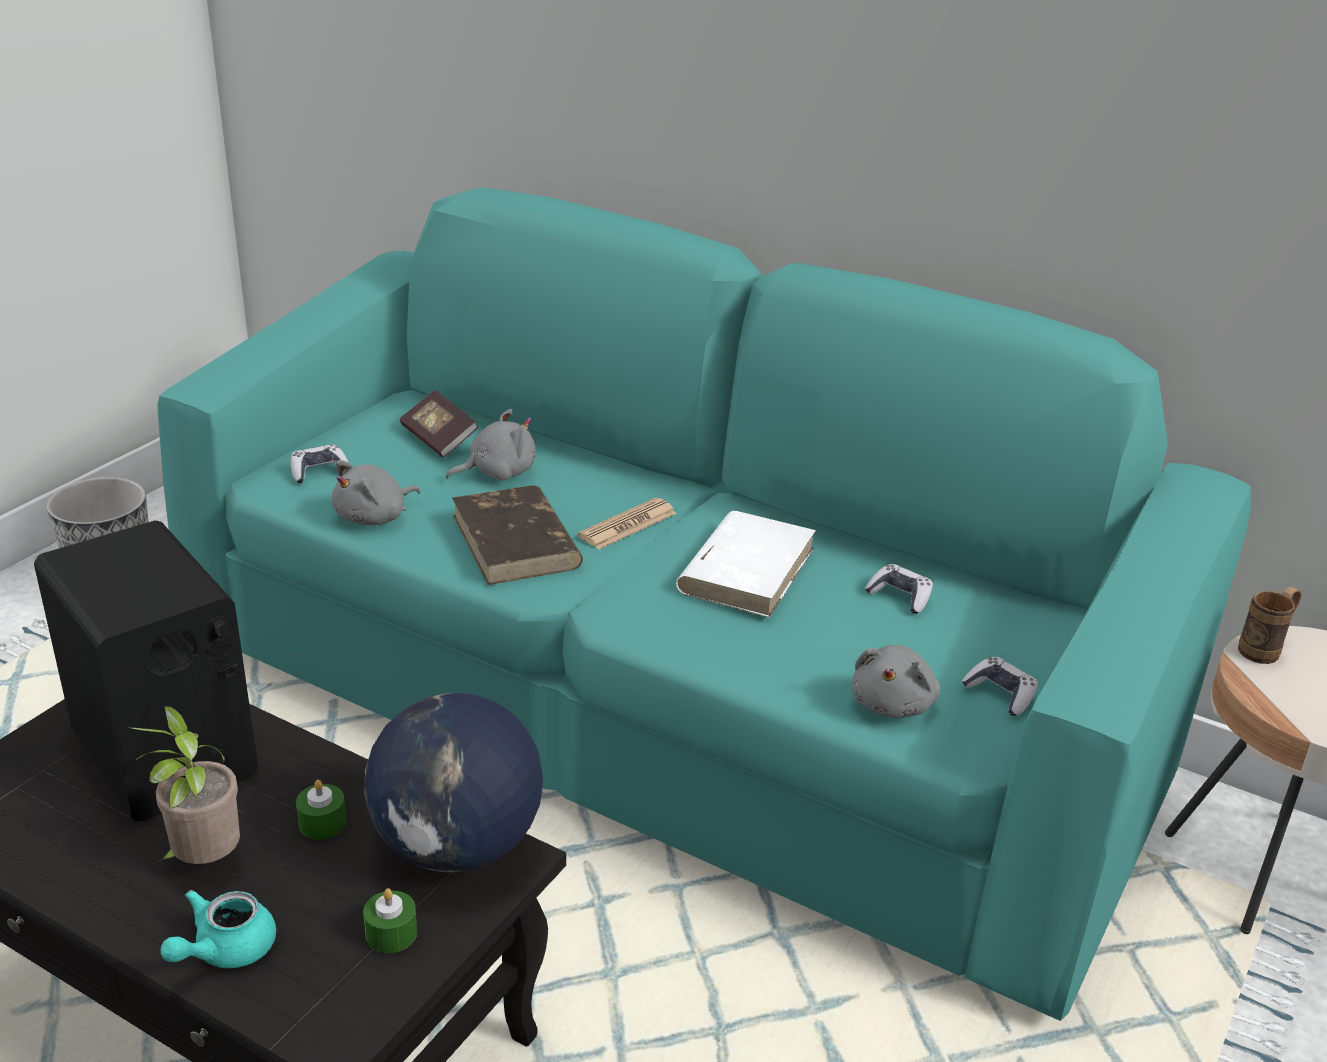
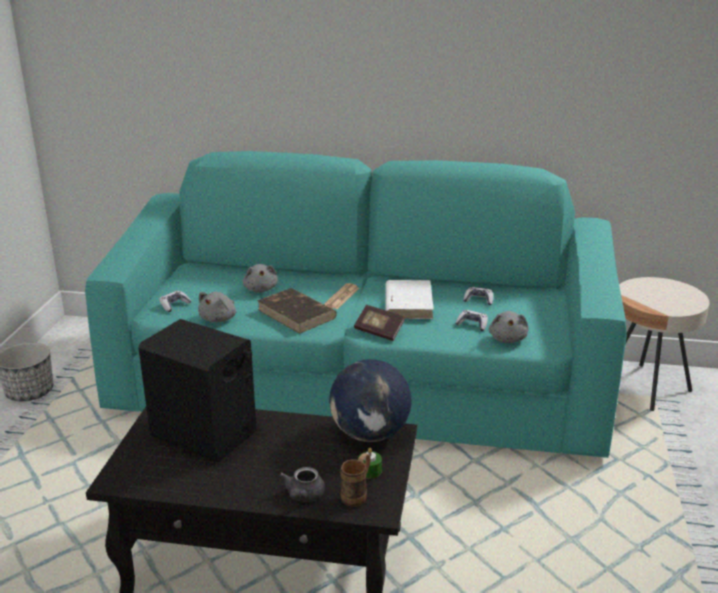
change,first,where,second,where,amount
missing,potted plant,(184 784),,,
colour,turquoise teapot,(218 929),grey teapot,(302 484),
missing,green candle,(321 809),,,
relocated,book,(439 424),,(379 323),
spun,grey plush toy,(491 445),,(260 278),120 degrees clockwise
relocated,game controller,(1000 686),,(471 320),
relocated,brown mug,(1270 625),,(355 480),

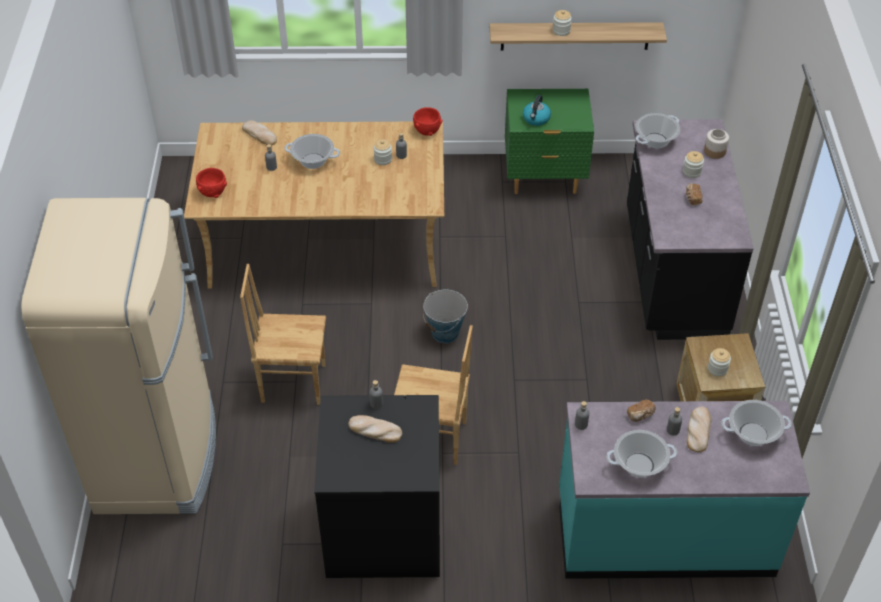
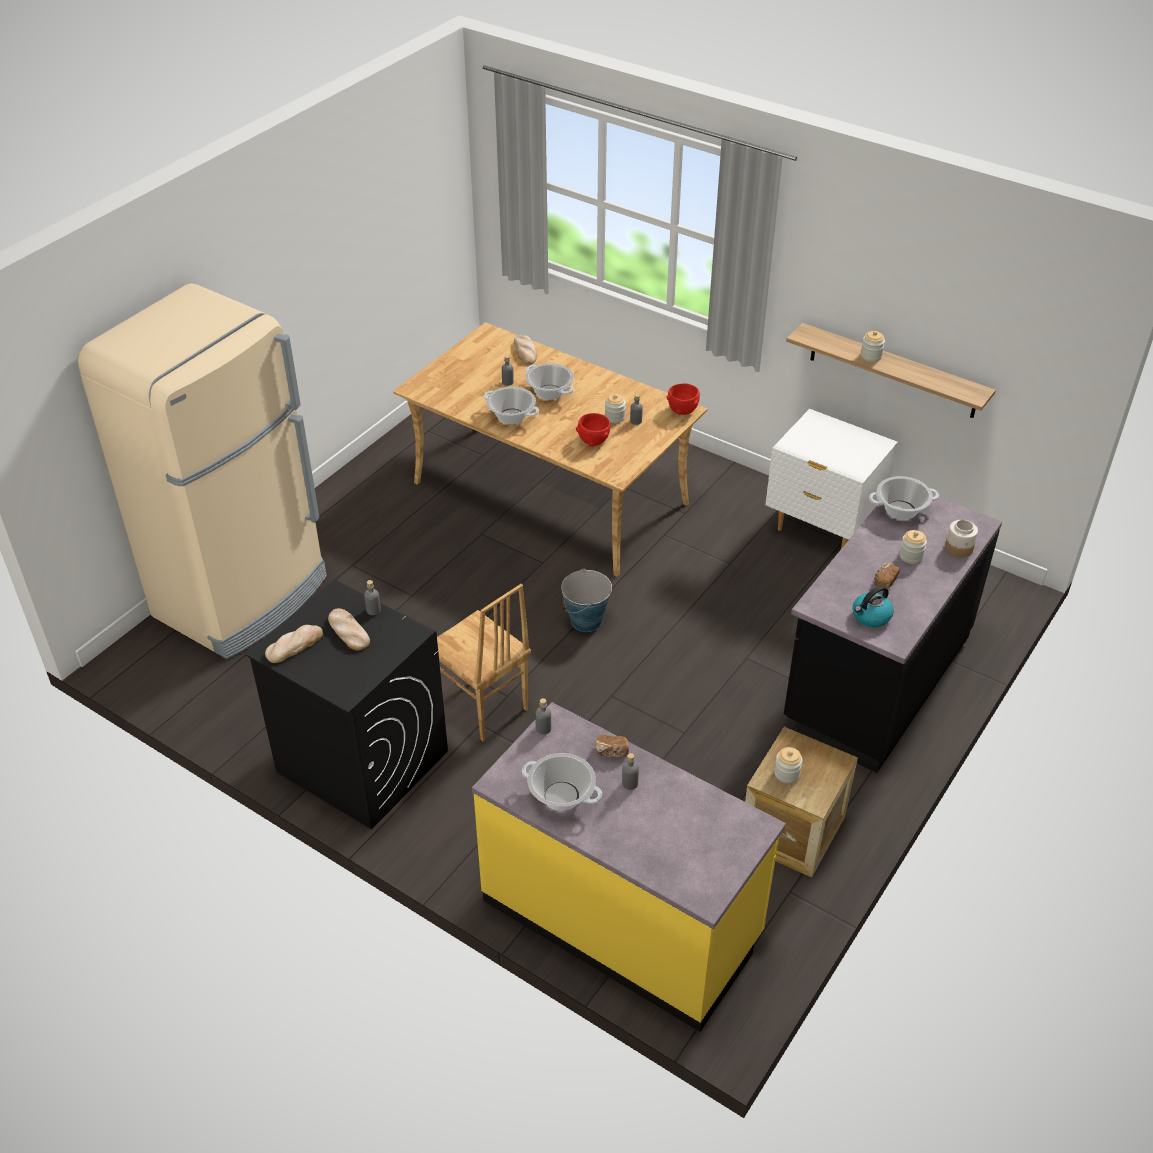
change,first,where,second,where,amount
relocated,red bowl,(211 183),,(593 430),
missing,brown chair,(283 334),,,
colour,green nightstand,(549 141),white nightstand,(832 479),
relocated,kettle,(537 110),,(873 606),
colour,turquoise counter,(684 490),yellow counter,(629 867),
relocated,bread,(699 429),,(294 644),
relocated,cooking pot,(756 423),,(511 405),

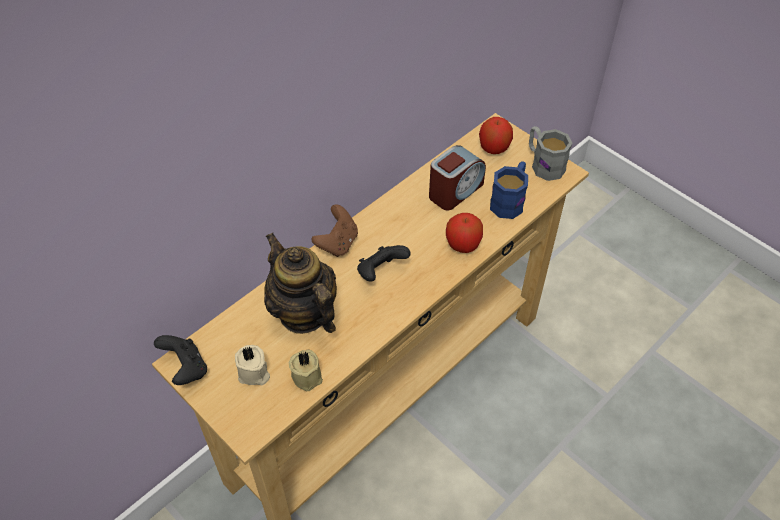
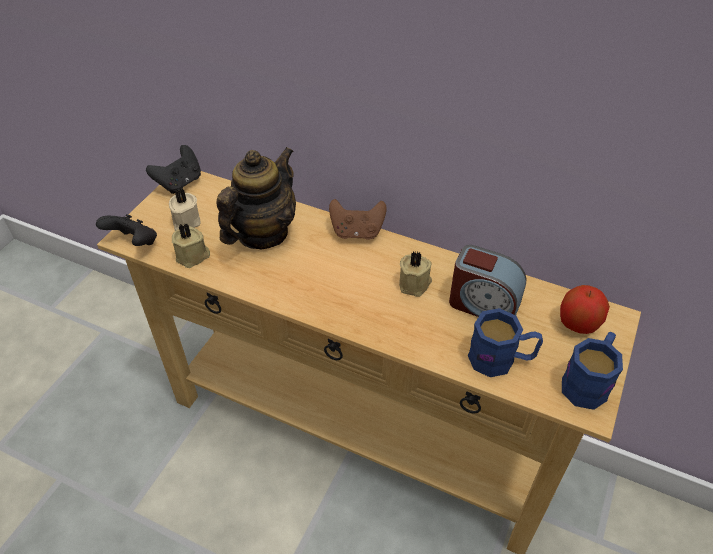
change,first,where,second,where,amount
relocated,black game controller,(384 263),,(126 230),
missing,apple,(464 233),,,
colour,grey mug,(551 153),blue mug,(592 371),
appeared,,,beige candle,(415 274),

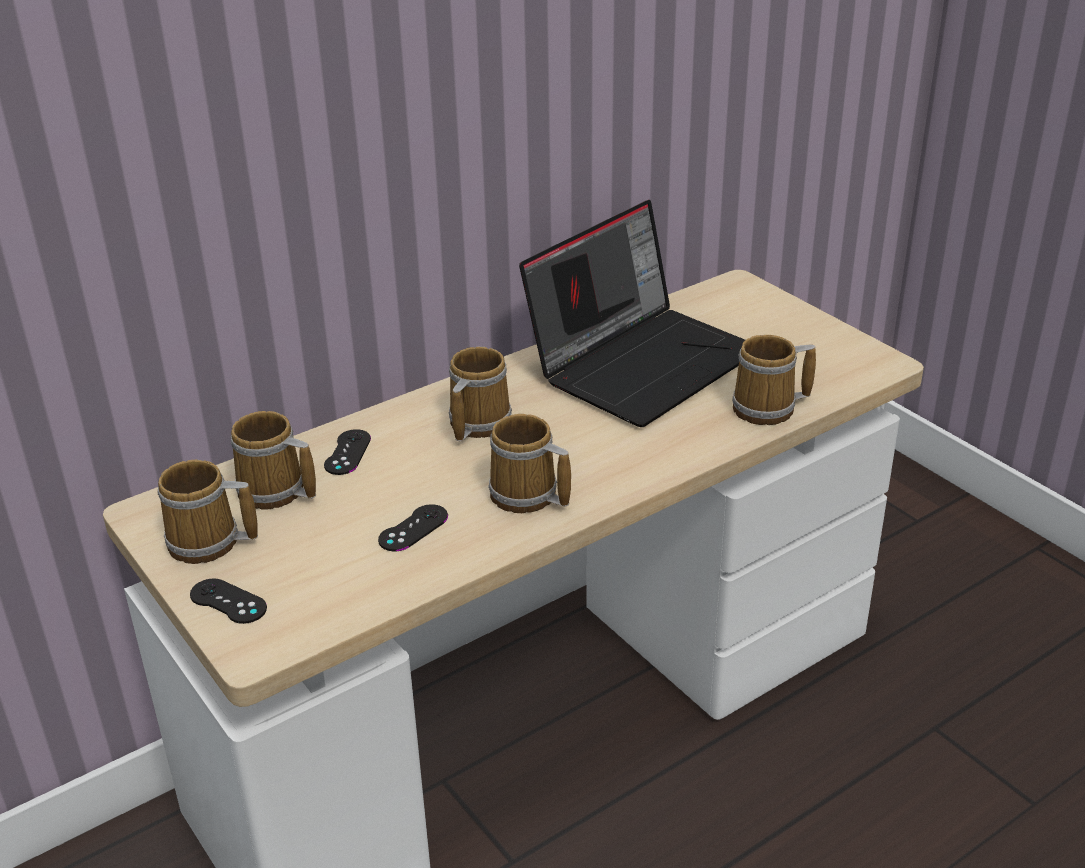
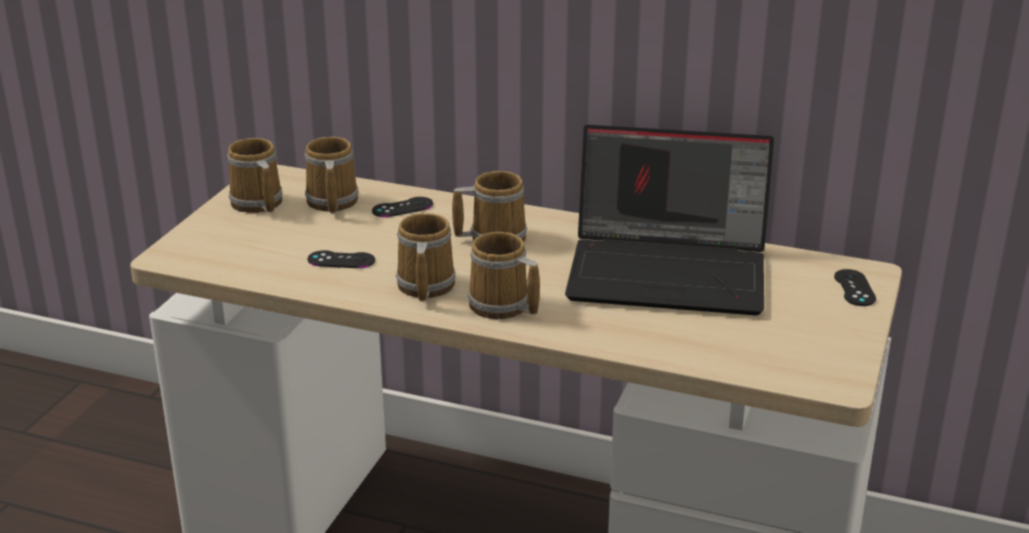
change,first,where,second,where,amount
relocated,black game controller,(228 601),,(855 287),
relocated,mug,(774 380),,(504 275),

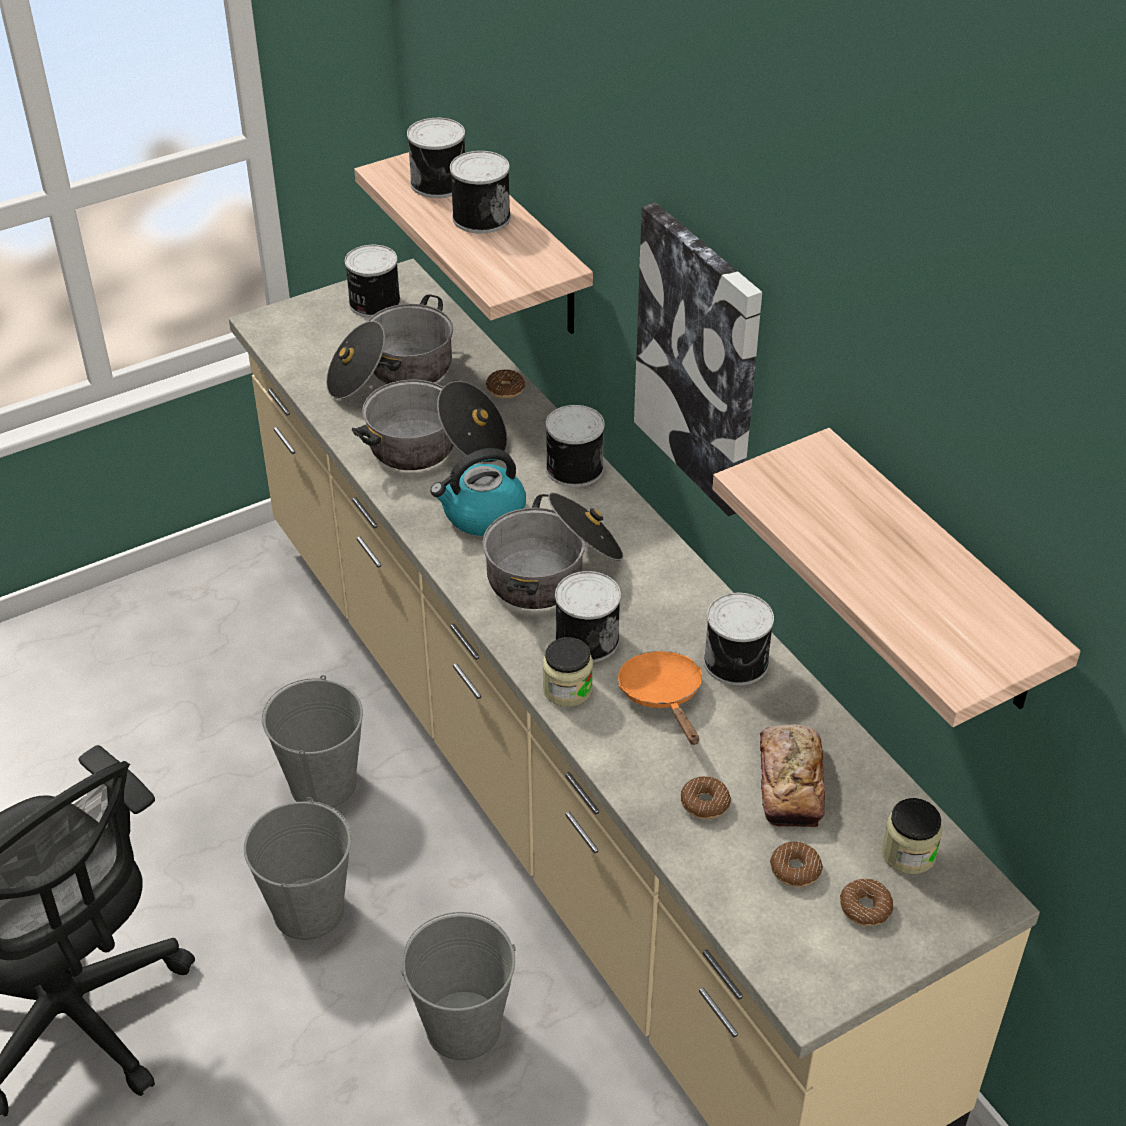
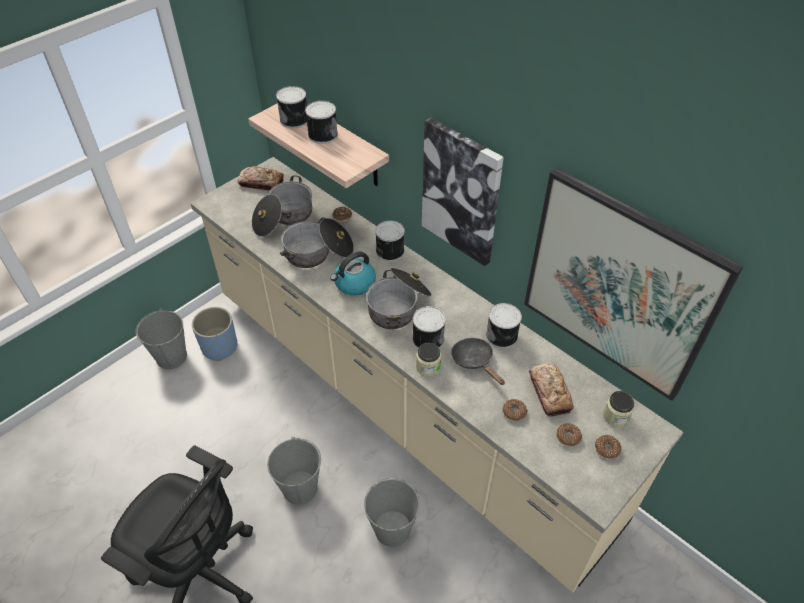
change,first,where,second,where,amount
relocated,grey bucket,(312 741),,(161 339),
exchanged,can,(373 281),bread,(260 178),
colour,orange frying pan,(660 698),black frying pan,(478 361),
exchanged,shelf,(896 577),picture,(634 284),
appeared,,,blue planter,(214 334),

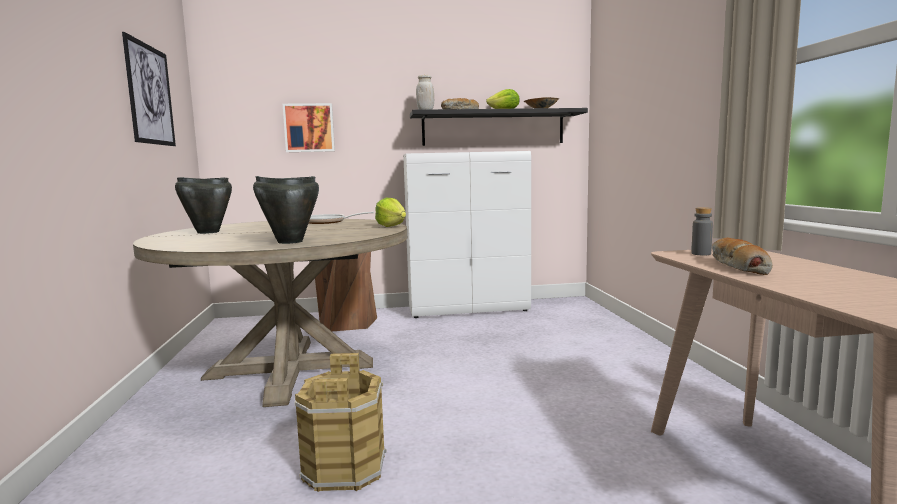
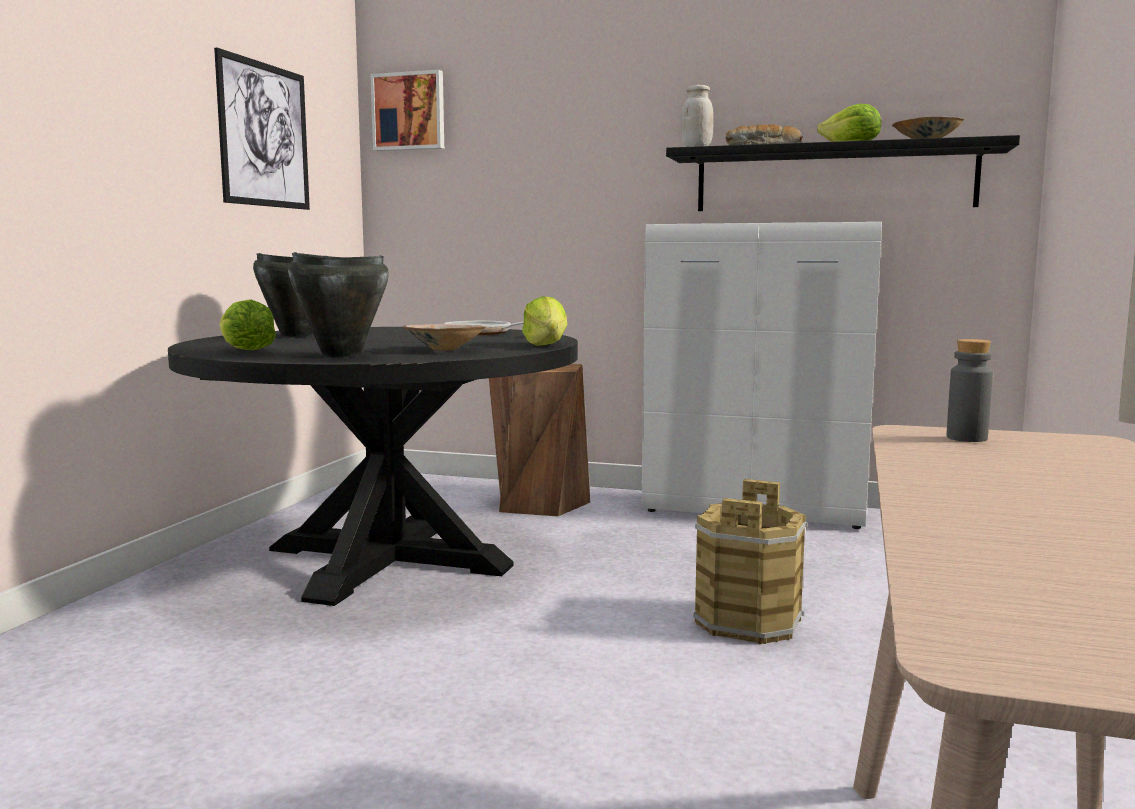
change,first,where,second,where,amount
colour,beige dining table,(270 313),black dining table,(373 466),
relocated,picture,(309 127),,(407 110),
relocated,brown bucket,(340 422),,(750 561),
missing,bread,(742 256),,,
appeared,,,lettuce,(248 325),
appeared,,,beige bowl,(444 337),

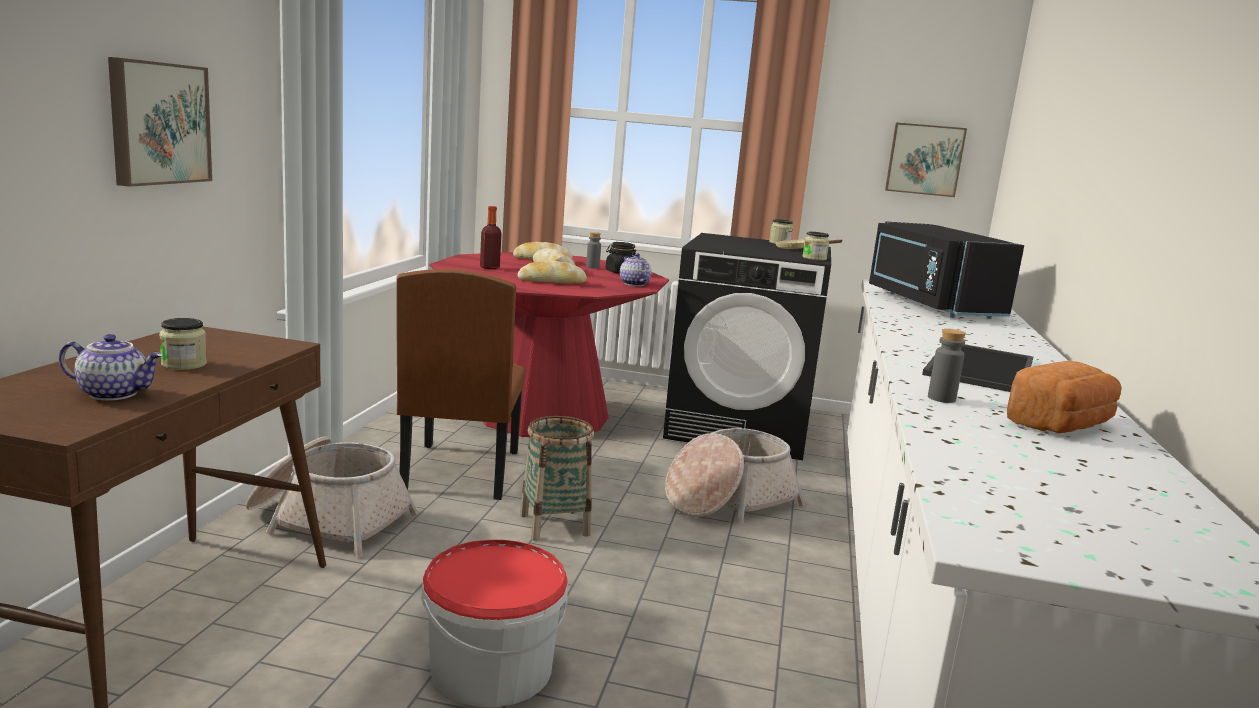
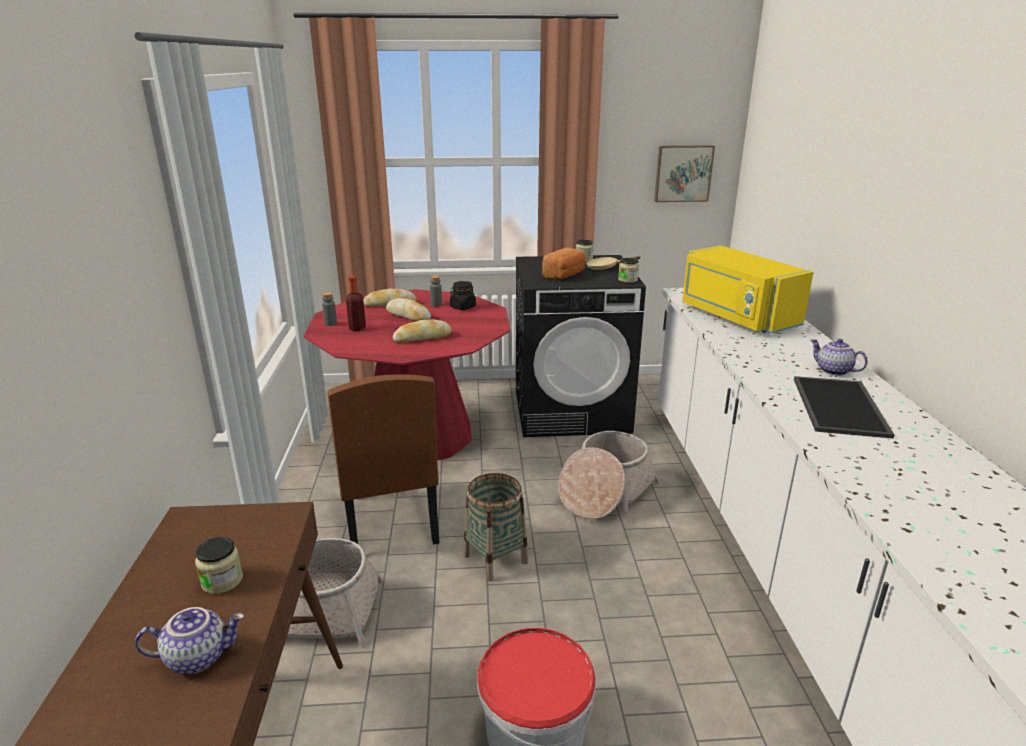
change,first,where,second,where,amount
missing,picture,(160 122),,,
relocated,teapot,(636 269),,(839 357),
colour,black microwave,(946 270),yellow microwave,(748 289),
relocated,grey bottle,(947 366),,(329 309),
relocated,bread,(1064 397),,(563 263),

